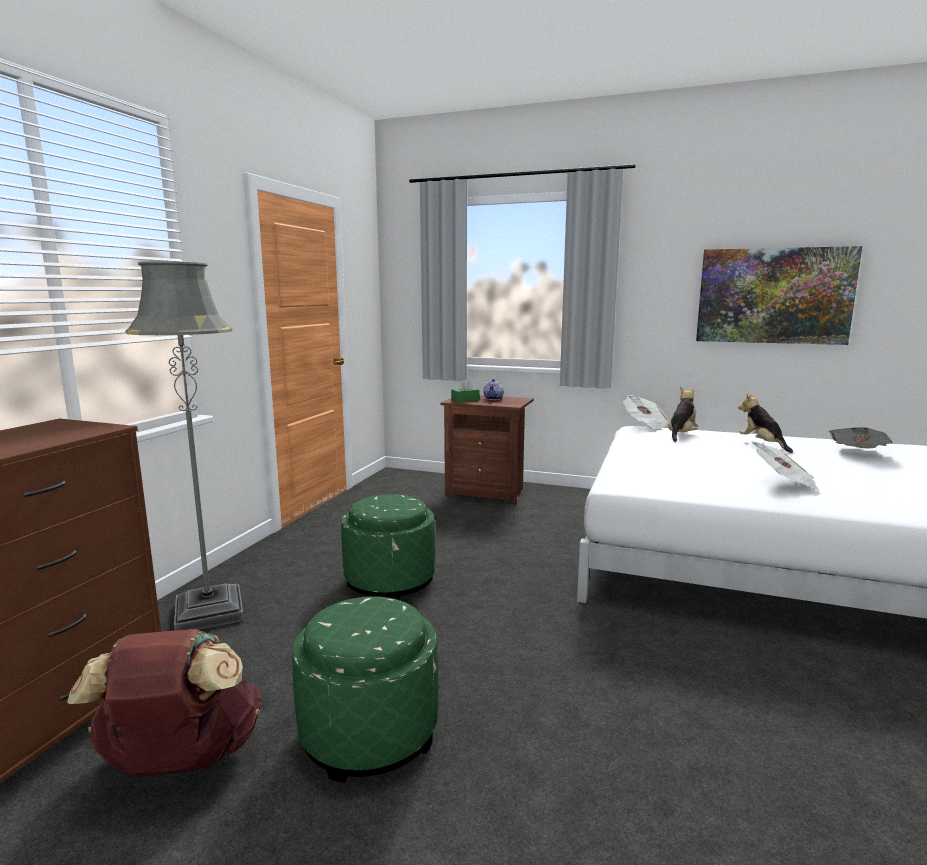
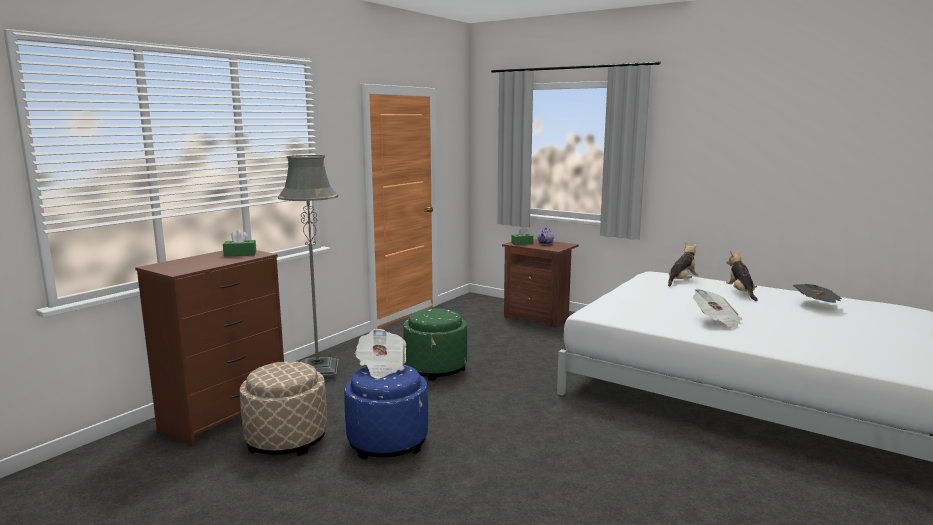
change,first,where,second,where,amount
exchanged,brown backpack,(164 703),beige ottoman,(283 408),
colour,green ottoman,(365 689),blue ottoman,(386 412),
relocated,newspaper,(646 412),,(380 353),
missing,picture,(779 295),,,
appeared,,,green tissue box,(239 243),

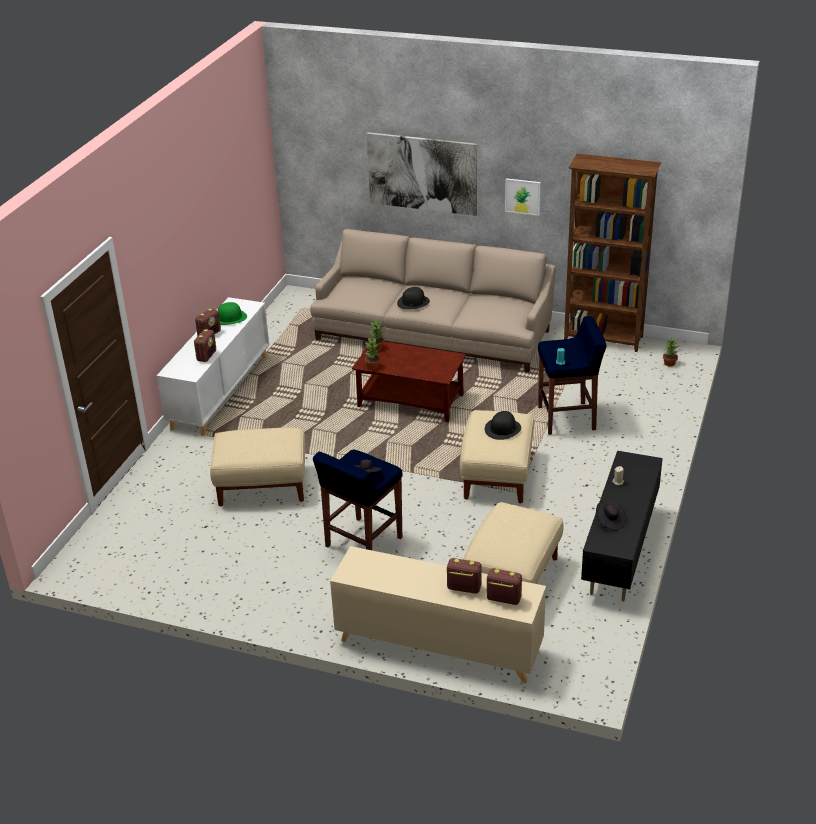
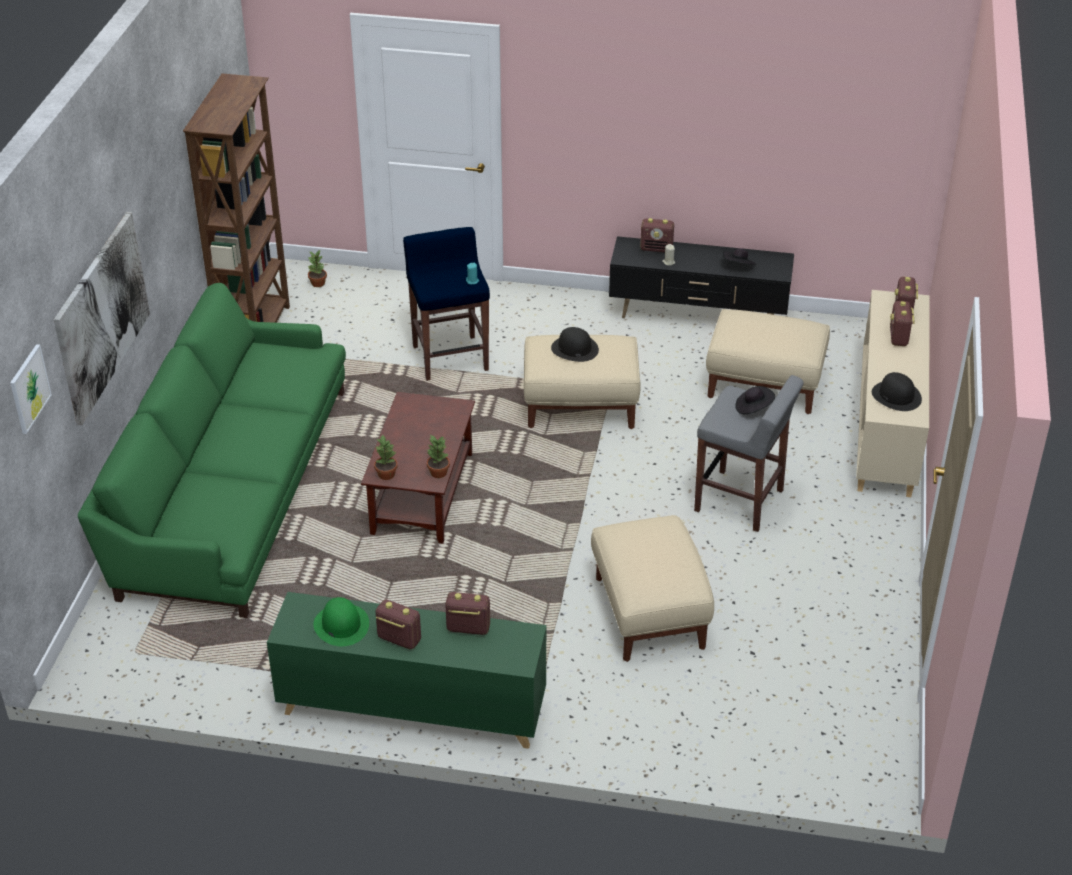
change,first,where,second,where,amount
colour,white cabinet,(213 366),green cabinet,(407 670),
colour,beige sofa,(432 301),green sofa,(212 450),
colour,blue stool,(357 500),grey stool,(748 453),
relocated,black hat,(413 298),,(897 391),
relocated,picture,(523 197),,(31 389),
appeared,,,radio,(657 235),

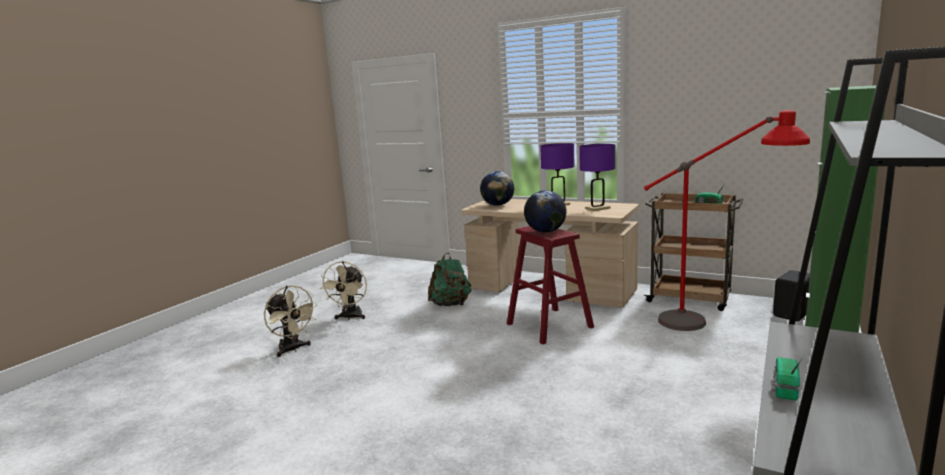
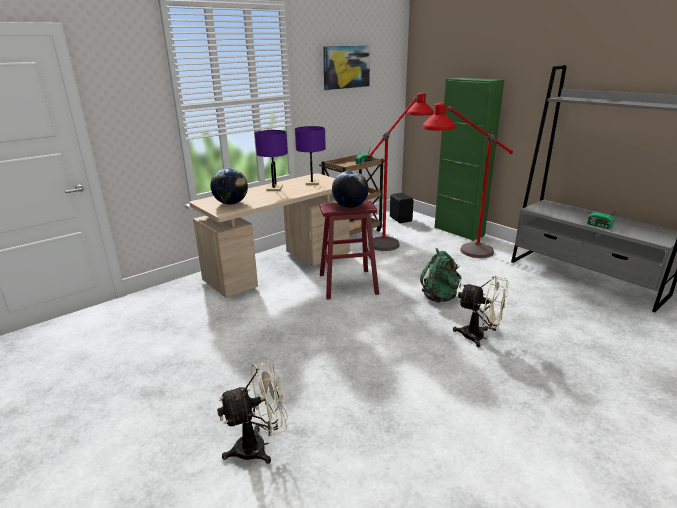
change,first,where,second,where,amount
relocated,beige fan,(343 290),,(481 311),
relocated,green backpack,(449 279),,(440 275),
appeared,,,picture,(346 68),
appeared,,,red floor lamp,(468 180),

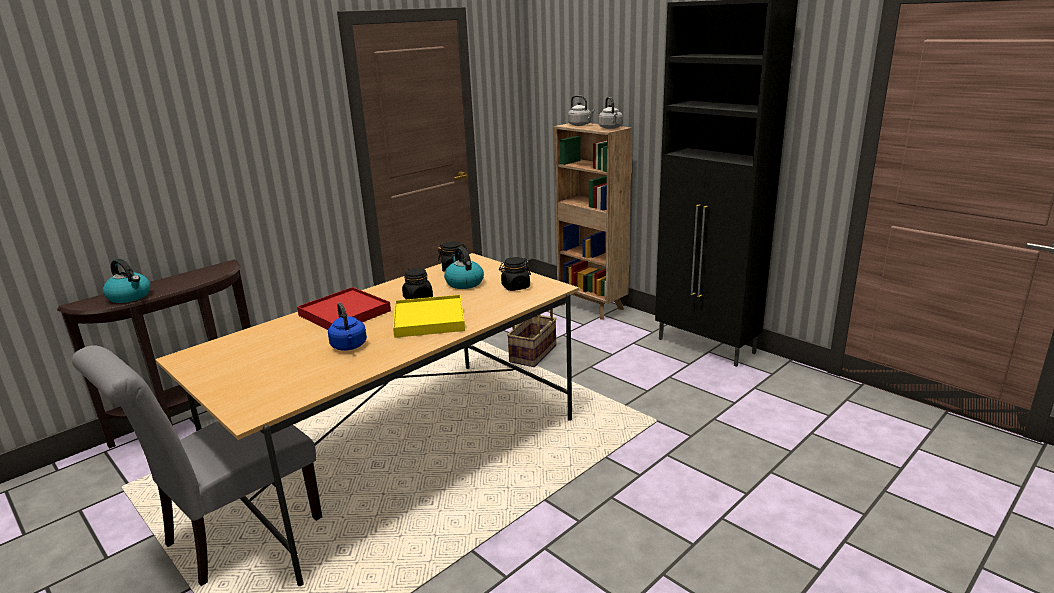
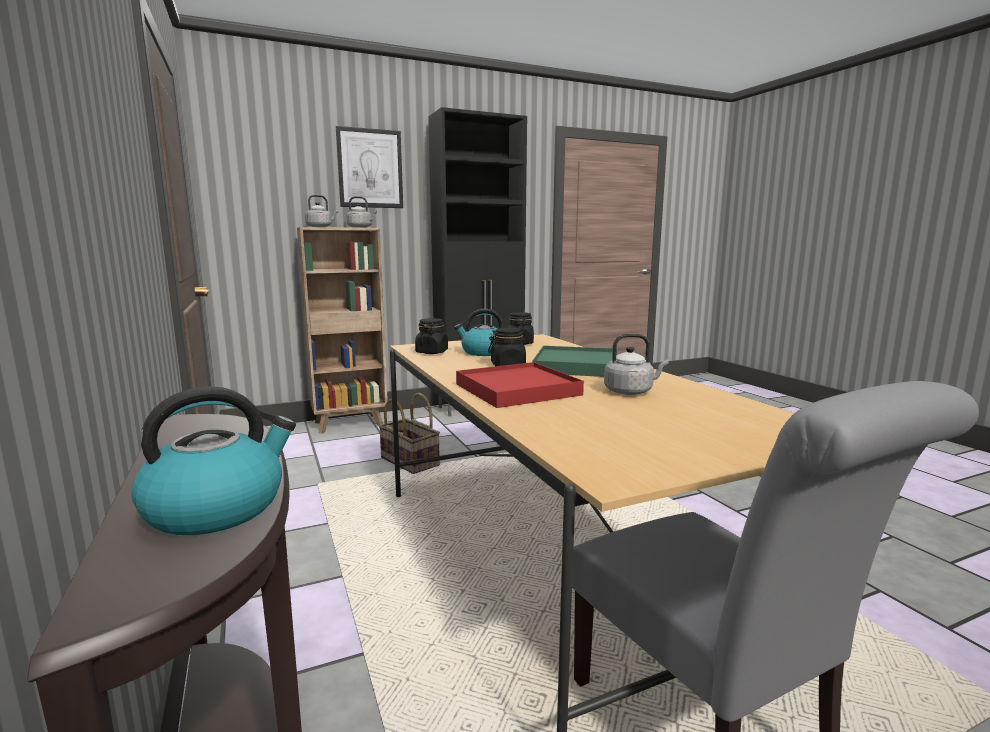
change,first,where,second,where,amount
colour,blue kettle,(347 326),grey kettle,(636 364),
colour,yellow tray,(429 316),green tray,(575 361),
appeared,,,picture,(369 167),

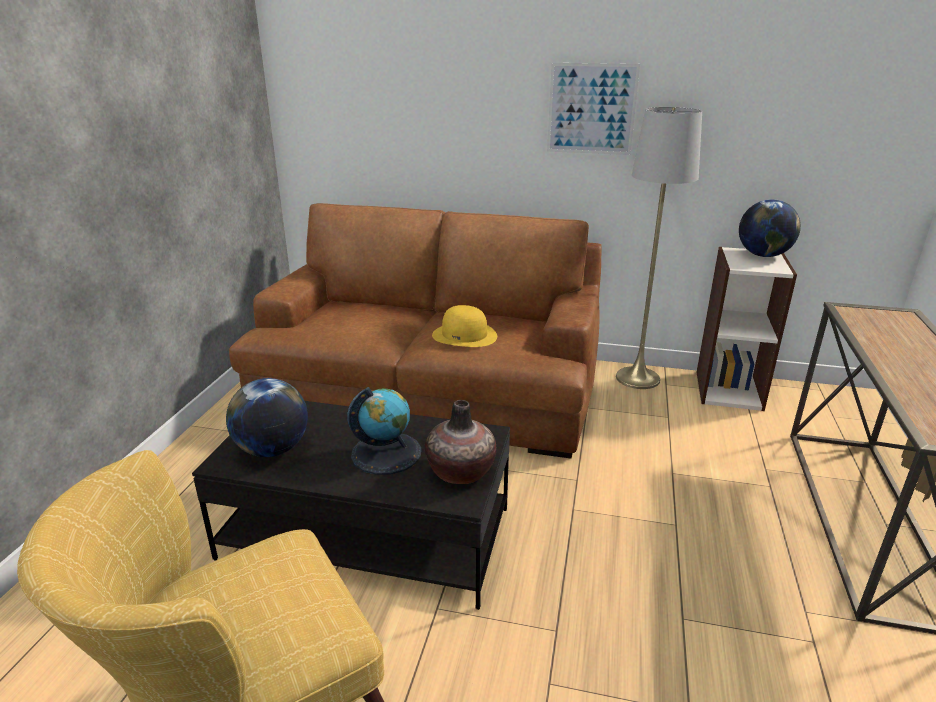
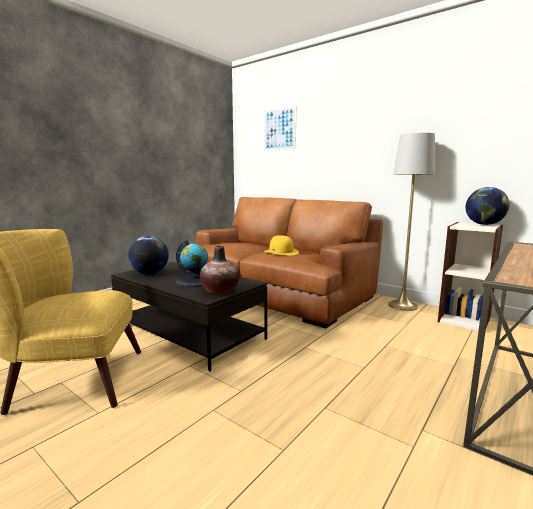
change,first,where,second,where,amount
relocated,picture,(593 109),,(280 128),

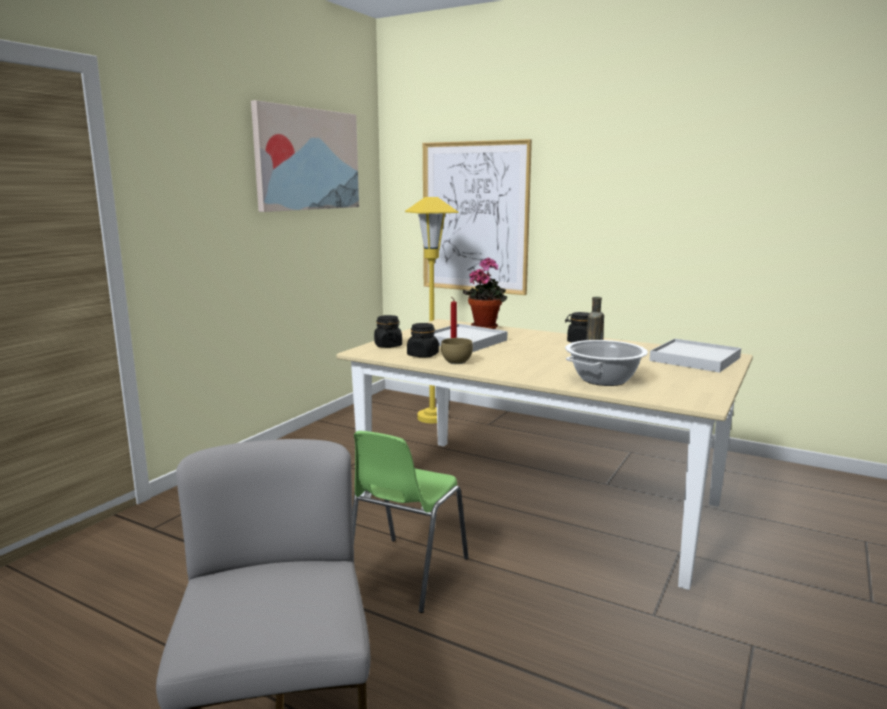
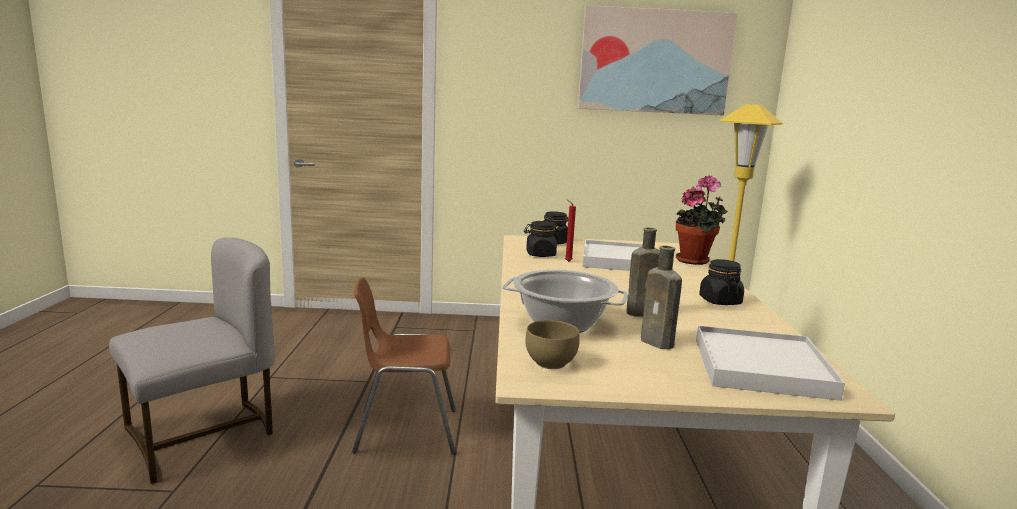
change,first,where,second,where,amount
colour,green chair,(410 522),brown chair,(404 366),
missing,picture,(477 217),,,
relocated,brown bowl,(457 351),,(552 344),
appeared,,,brown bottle,(661 297),

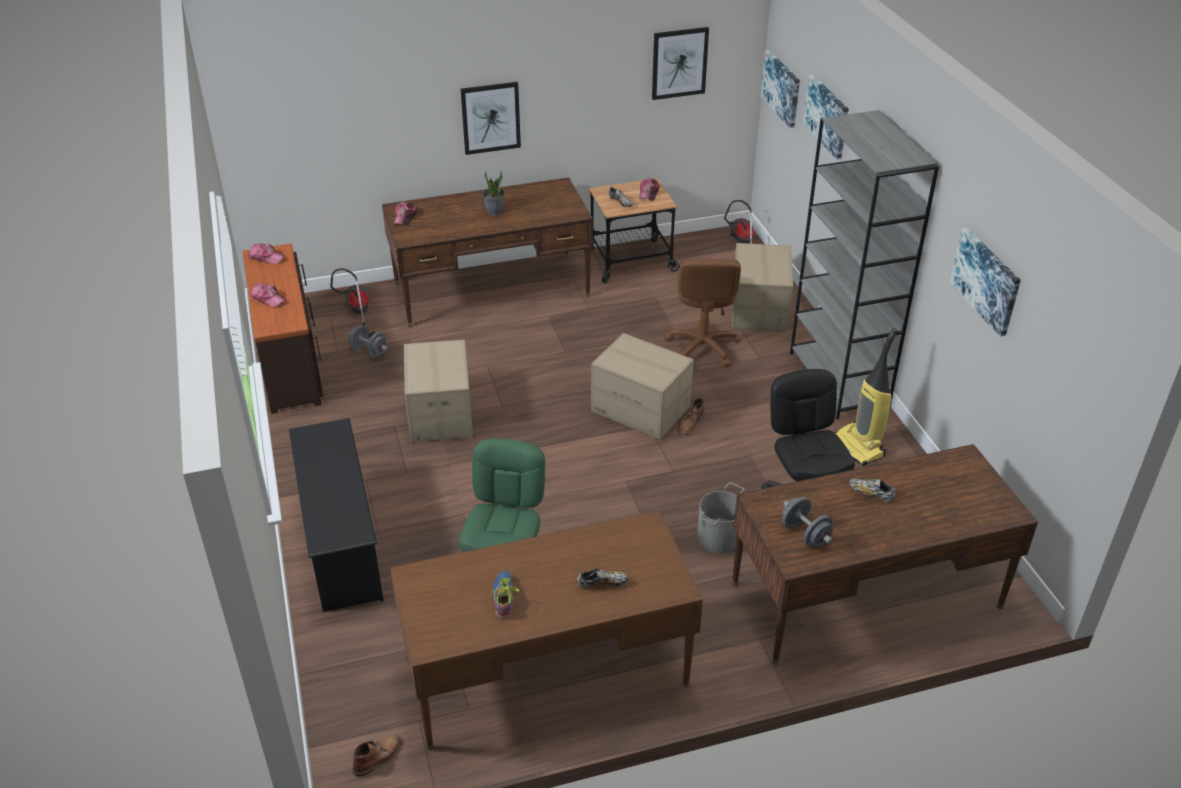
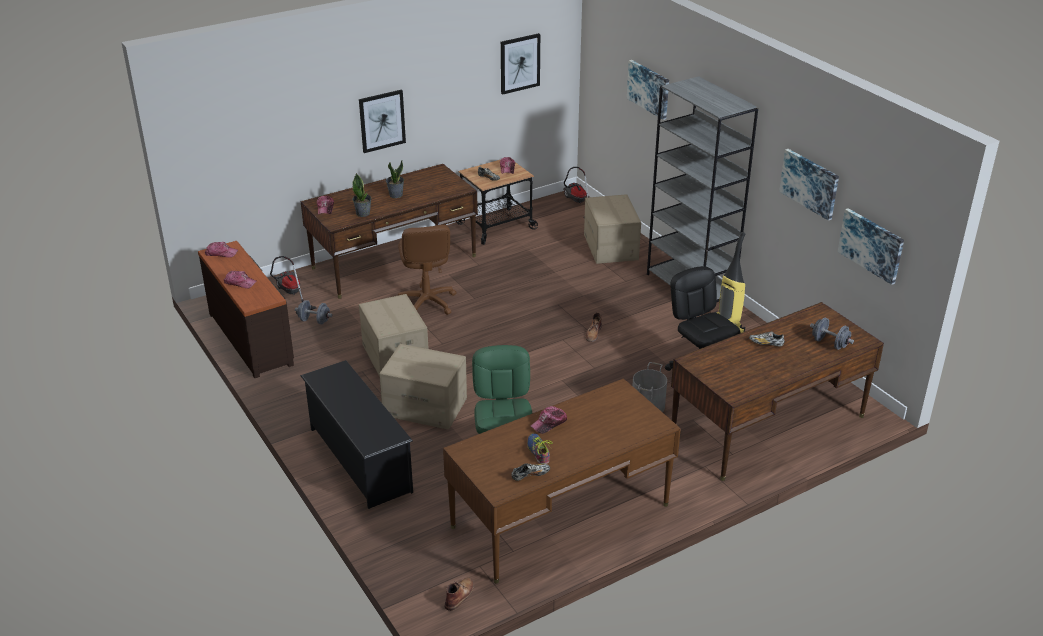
change,first,where,second,where,amount
relocated,shoe,(603 578),,(530 472),
relocated,cardboard box,(642 386),,(423 387),
relocated,brown office chair,(702 312),,(427 270),
relocated,picture,(780 89),,(871 246),
relocated,grey dumbbell,(807 521),,(832 333),
appeared,,,potted plant,(362 195),
appeared,,,cap,(549 420),

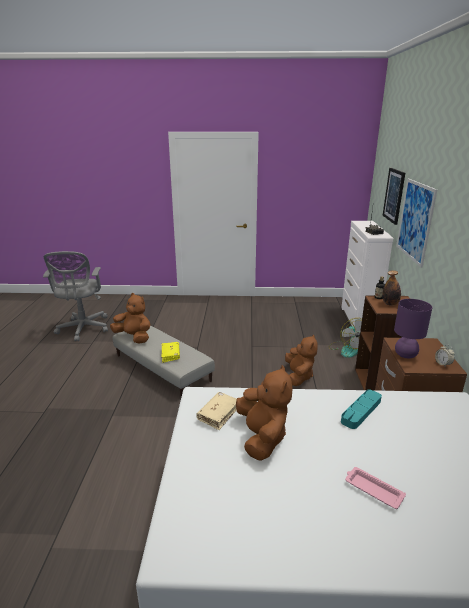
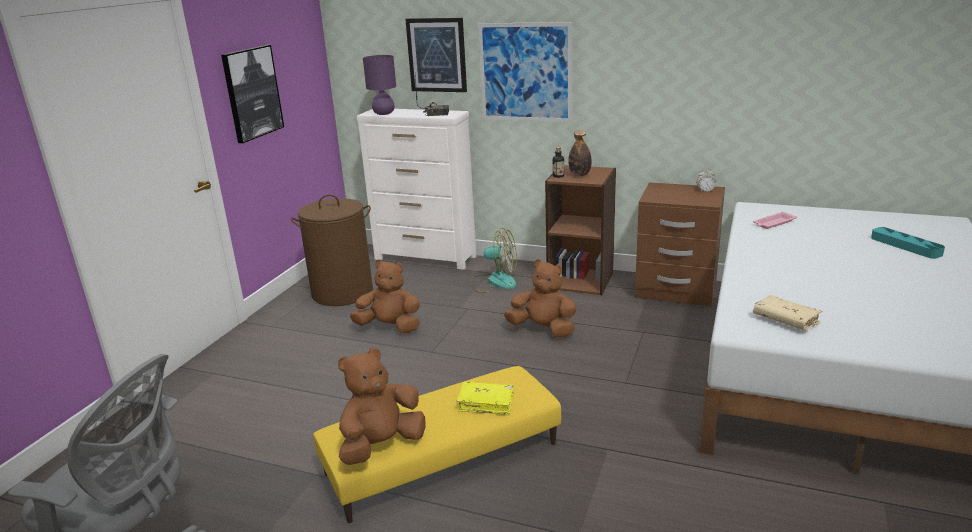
change,first,where,second,where,amount
colour,grey ottoman,(164 361),yellow ottoman,(437 444),
relocated,brown plush toy,(264 413),,(385 296),
relocated,turquoise tray,(361 409),,(908 243),
relocated,pink tray,(375 488),,(775 220),
relocated,purple table lamp,(413 328),,(379 85),
appeared,,,picture,(252 94),
appeared,,,brown laundry basket,(331 250),

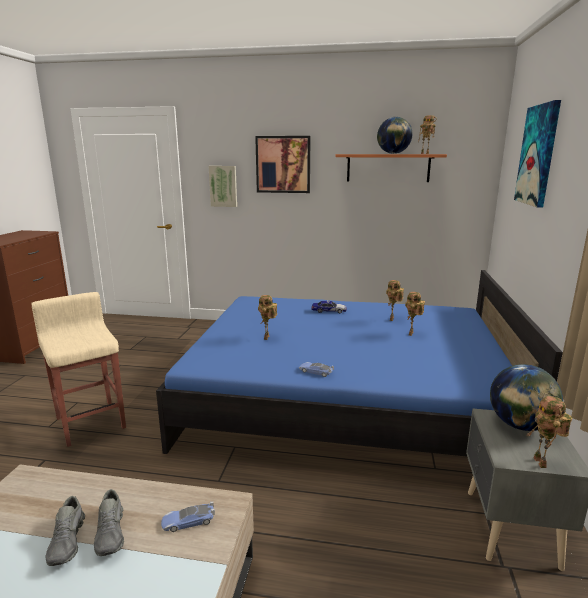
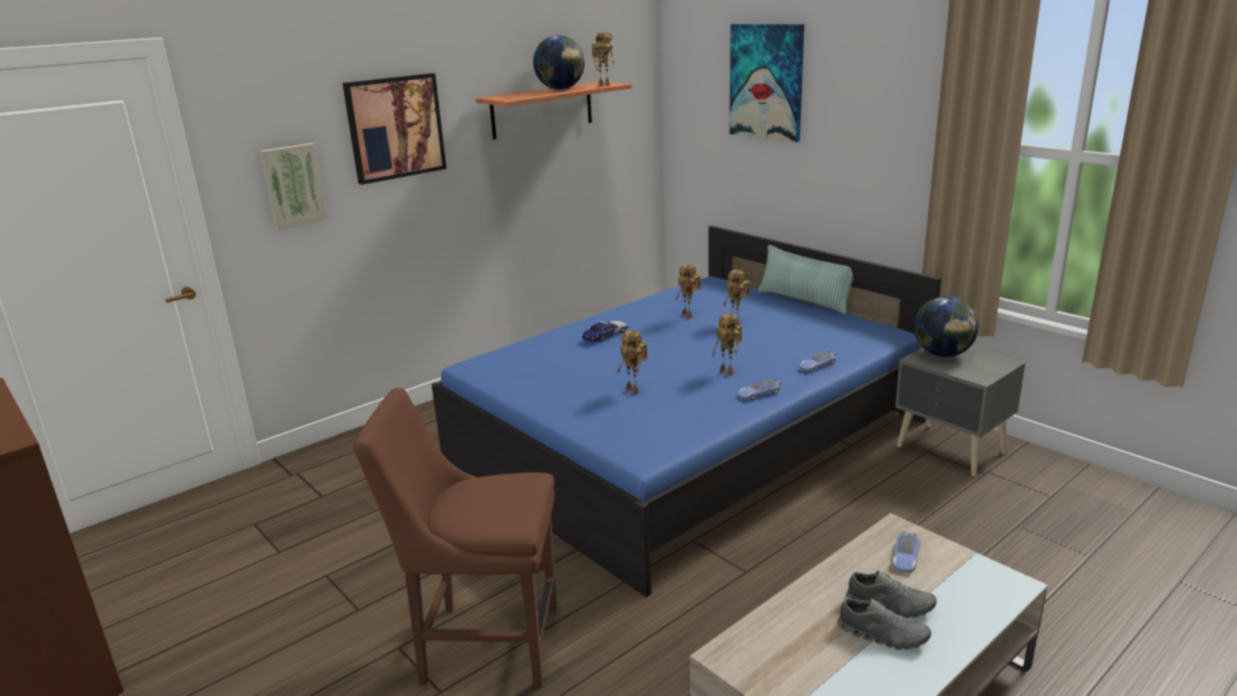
change,first,where,second,where,amount
exchanged,beige stool,(78 369),brown chair,(455 538),
relocated,toy robot,(549 432),,(727 345),
appeared,,,pillow,(805 280),
appeared,,,toy car,(818 360),

